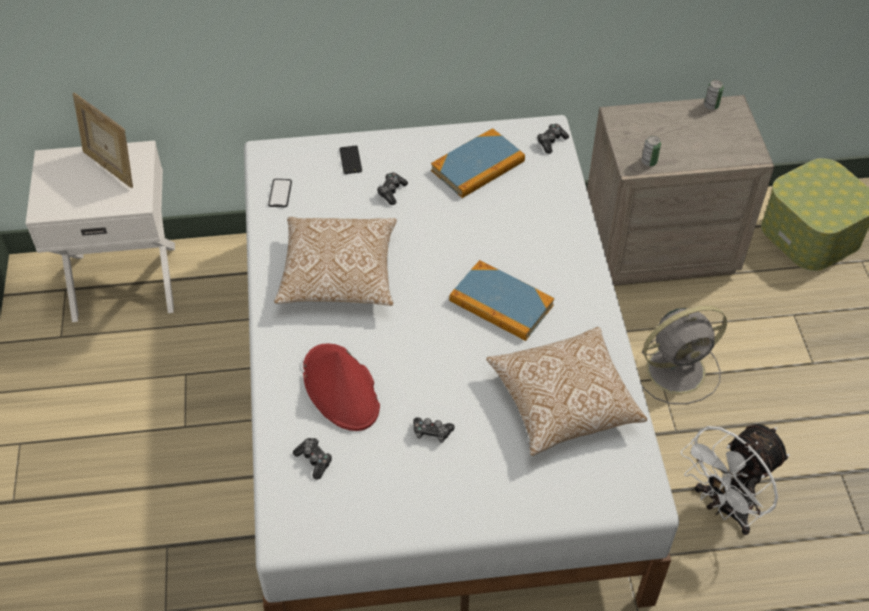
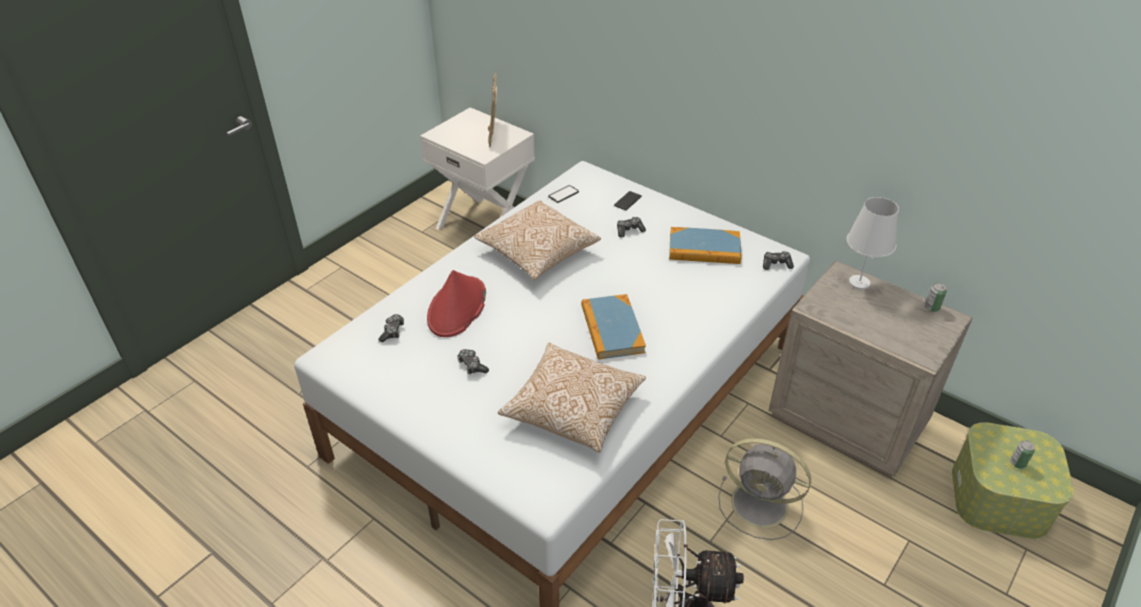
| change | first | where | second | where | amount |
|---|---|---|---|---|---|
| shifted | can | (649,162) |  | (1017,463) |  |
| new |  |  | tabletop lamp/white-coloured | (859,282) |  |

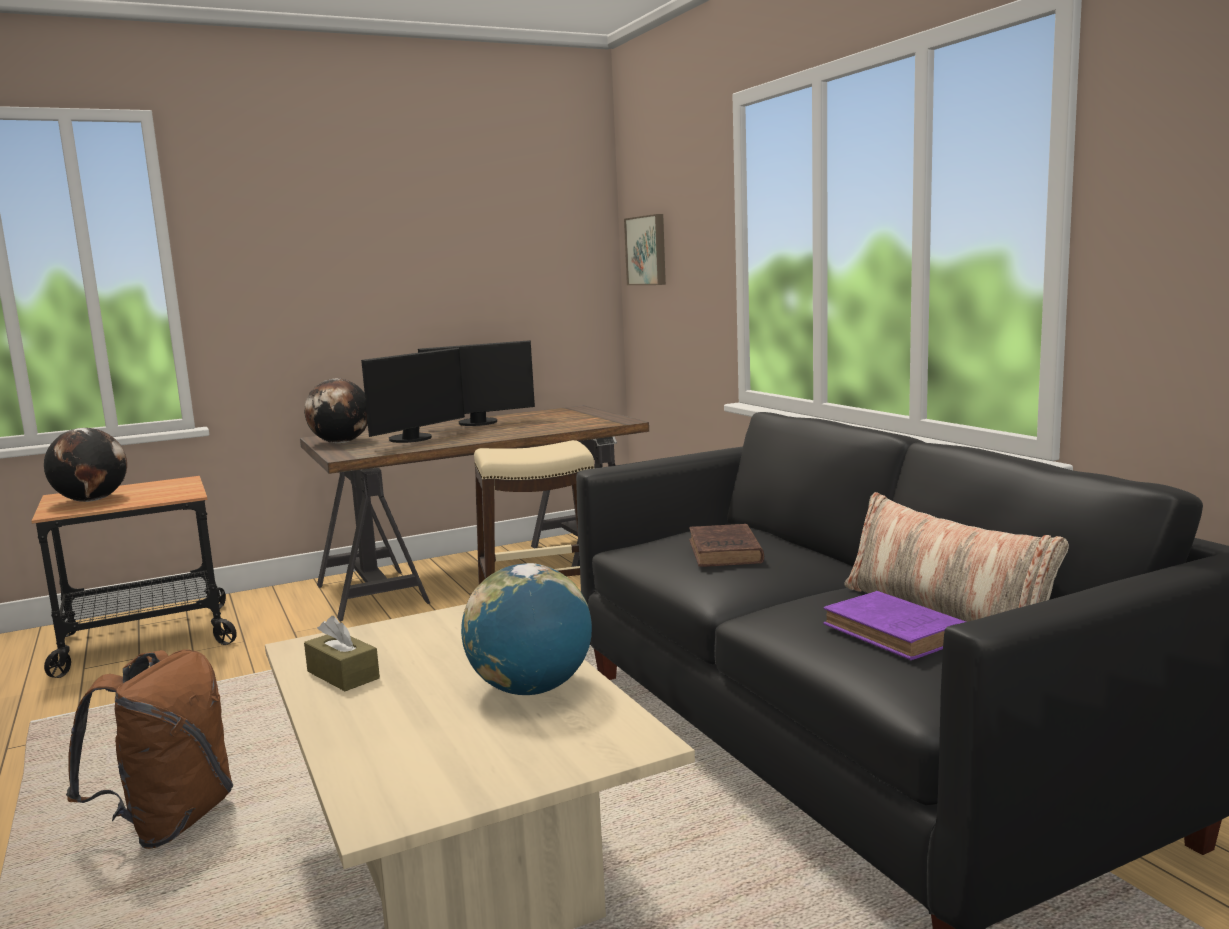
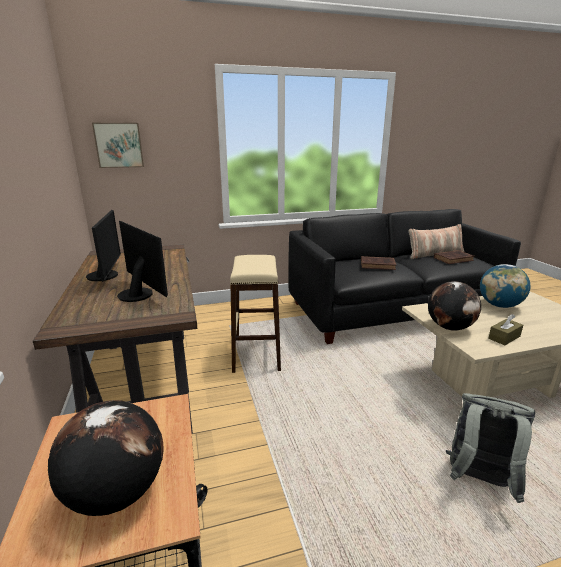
| change | first | where | second | where | amount |
|---|---|---|---|---|---|
| shifted | desk globe | (341,442) |  | (449,327) |  |
| repainted | book/purple | (896,633) | book/brown | (454,259) |  |
| repainted | rucksack/brown | (170,822) | rucksack/greyish | (478,481) |  |

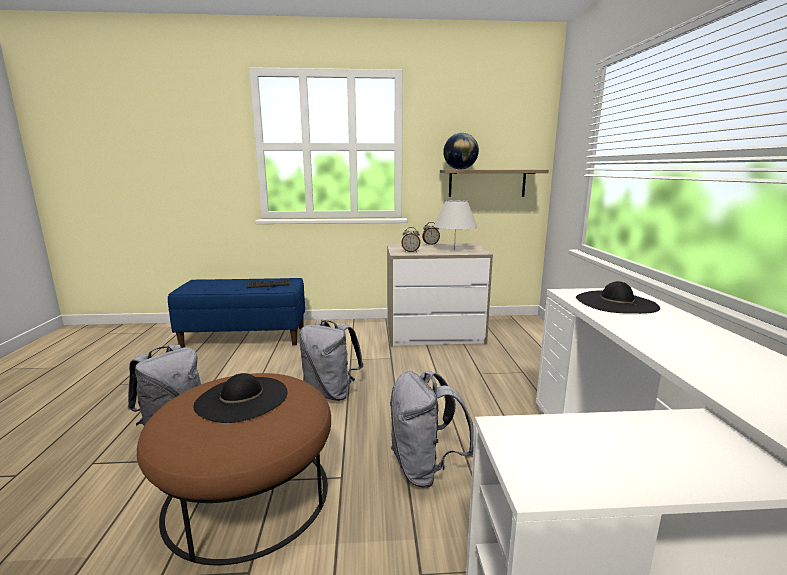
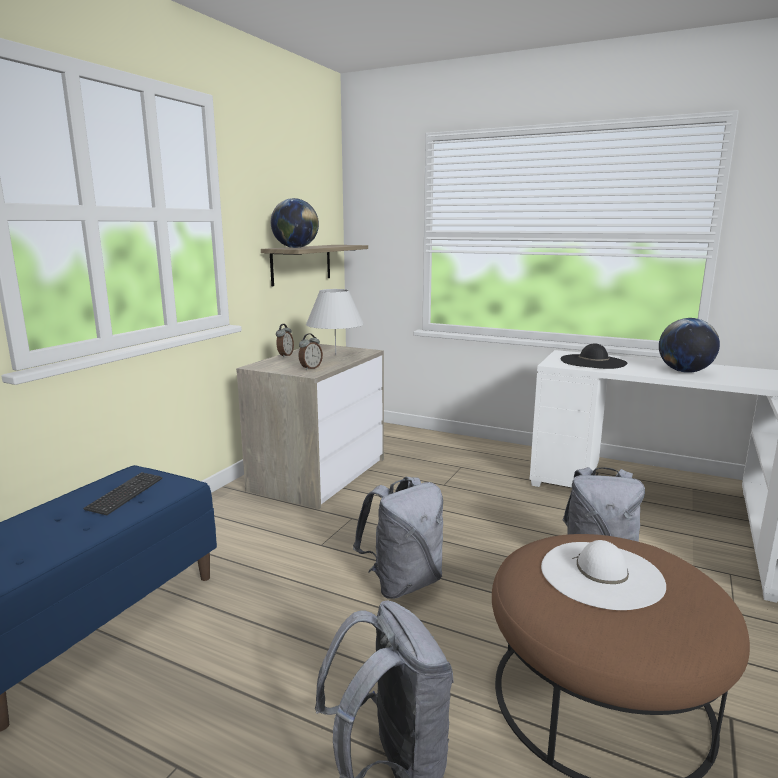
| change | first | where | second | where | amount |
|---|---|---|---|---|---|
| repainted | wearable hat/black | (242,398) | wearable hat/white-coloured | (601,574) |  |
| new |  |  | desk globe | (684,371) |  |

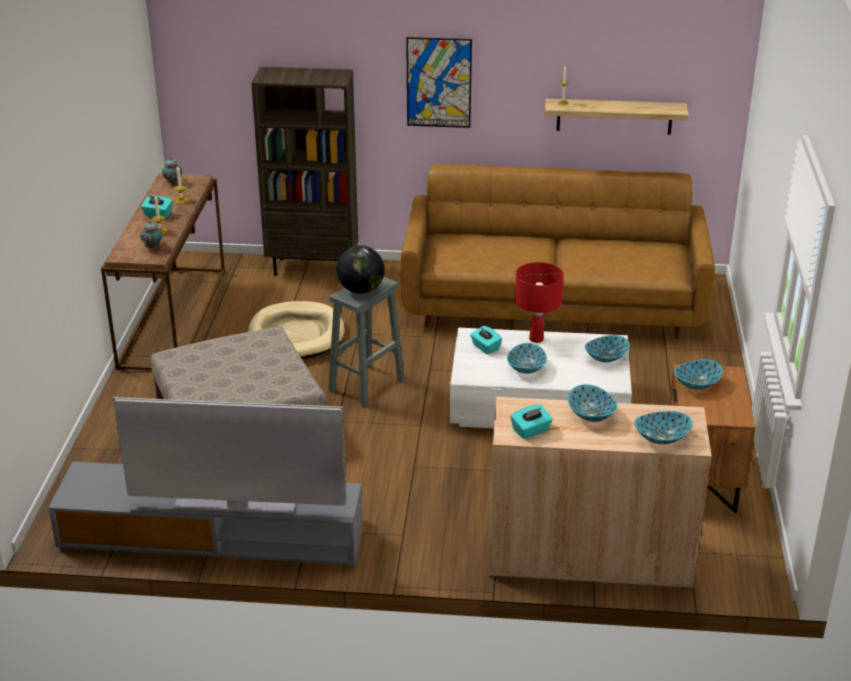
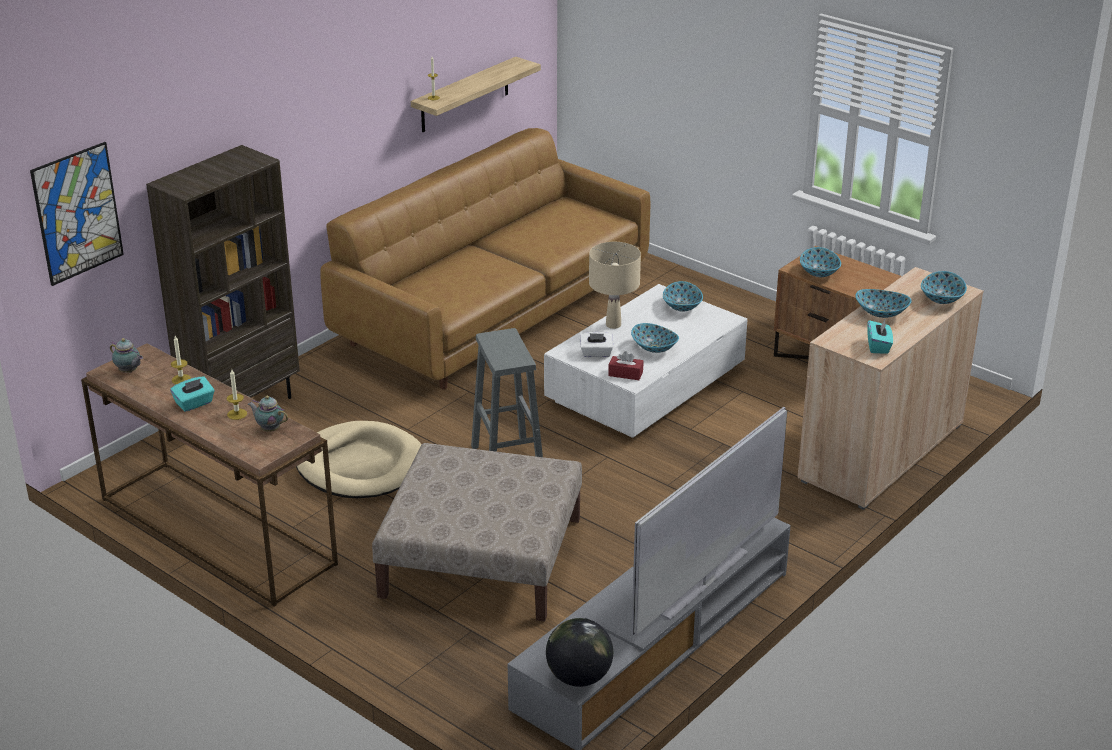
| change | first | where | second | where | amount |
|---|---|---|---|---|---|
| shifted | picture | (439,82) |  | (77,213) |  |
| shifted | desk globe | (361,290) |  | (579,677) |  |
| repainted | tabletop lamp/red-coloured | (536,339) | tabletop lamp/beige | (613,325) |  |
| repainted | tissue holder/blue-green | (485,347) | tissue holder/white-coloured | (596,353) |  |
| new |  |  | tissue holder/red-coloured | (625,374) |  |

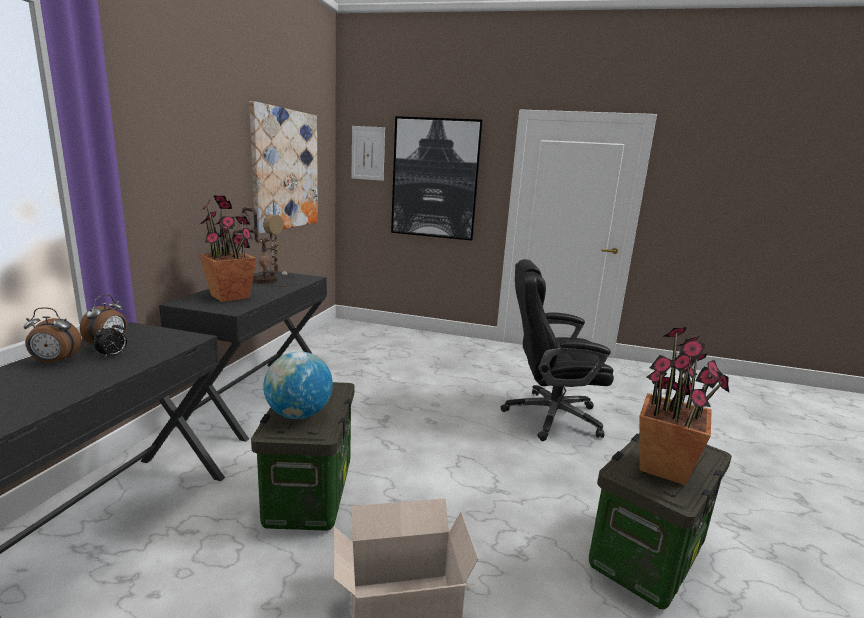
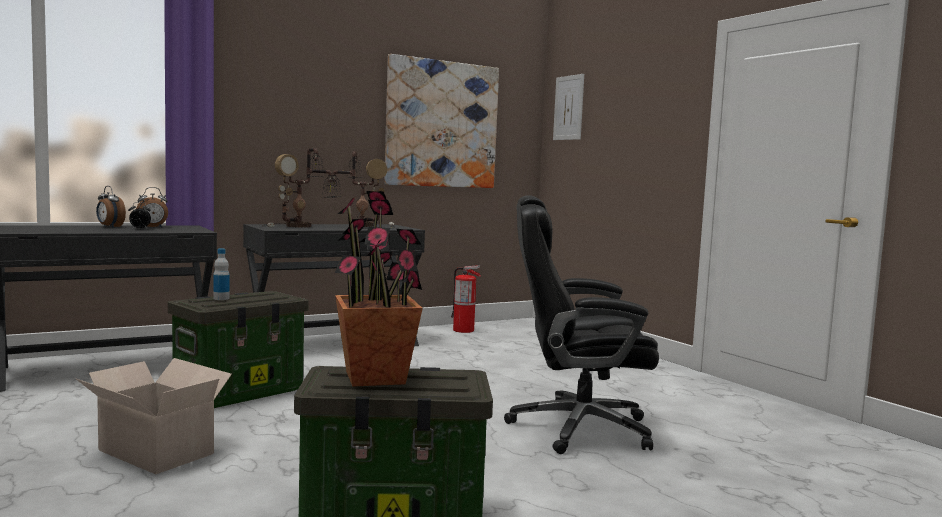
| change | first | where | second | where | amount |
|---|---|---|---|---|---|
| gone | picture | (435,179) |  |  |  |
| swapped | houseplant | (230,296) | tabletop lamp | (300,226) |  |
| rotated | computer chair/black | (549,416) |  | (576,428) | 45 degrees counterclockwise |
| swapped | desk globe | (299,414) | beverage bottle | (221,298) |  |
| new |  |  | fire-fighting cylinder | (463,330) |  |

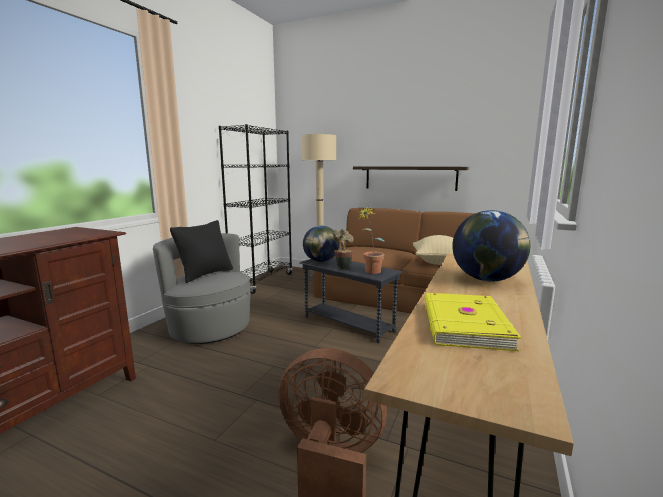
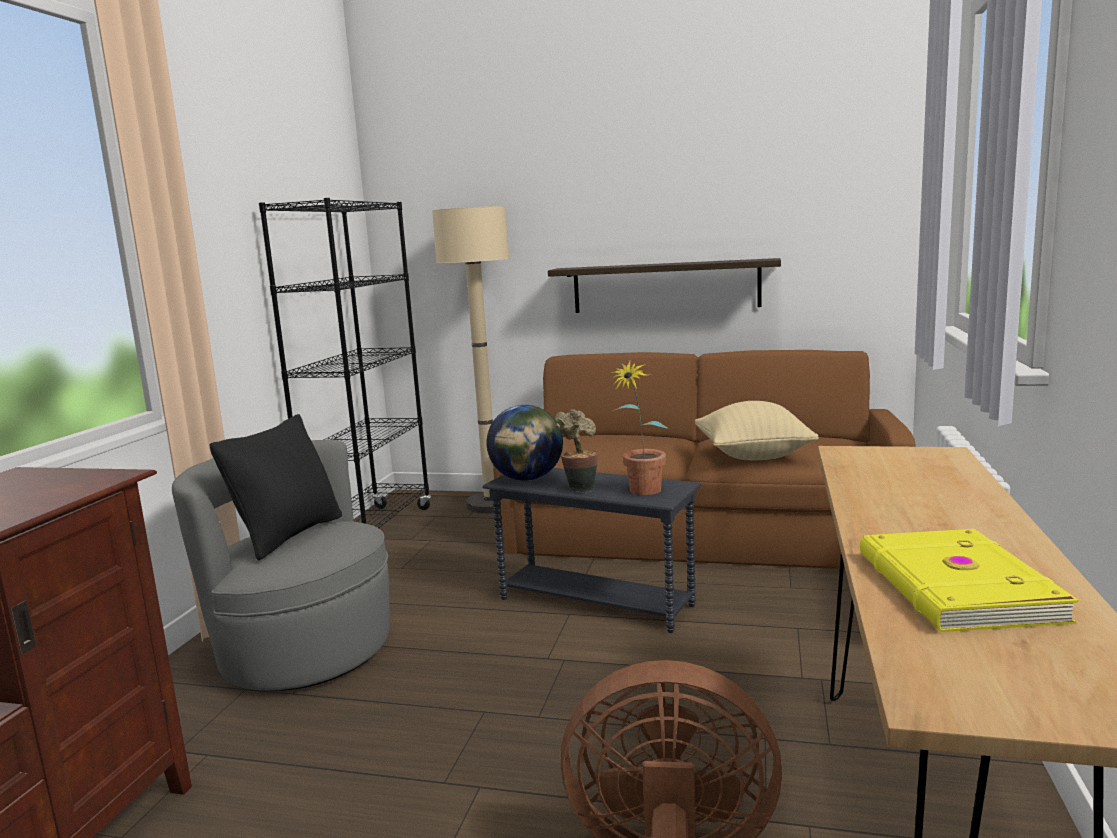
| change | first | where | second | where | amount |
|---|---|---|---|---|---|
| gone | desk globe | (487,279) |  |  |  |

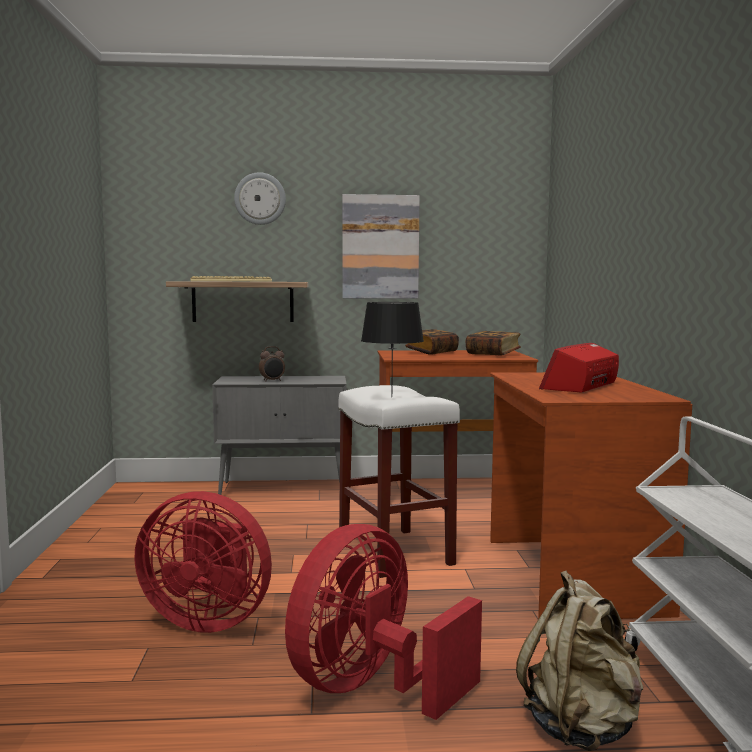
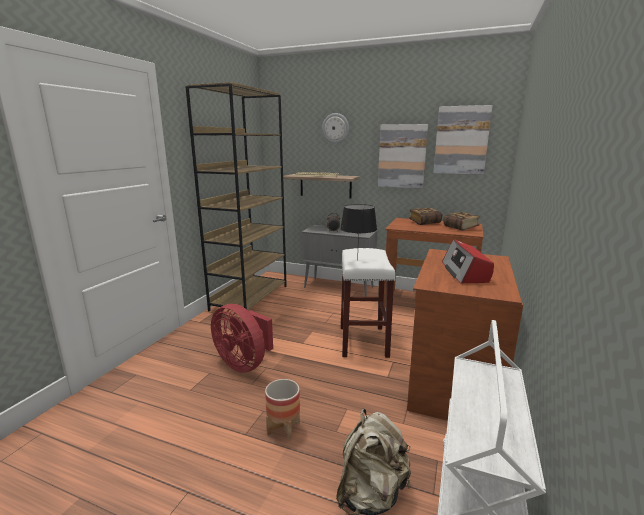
| change | first | where | second | where | amount |
|---|---|---|---|---|---|
| rotated | radio | (580,386) |  | (465,272) | 60 degrees counterclockwise |
| swapped | cooling fan/red-coloured | (372,688) | plant pot | (283,428) |  |
| new |  |  | bookcase/brown | (250,297) |  |
| new |  |  | picture | (461,140) |  |

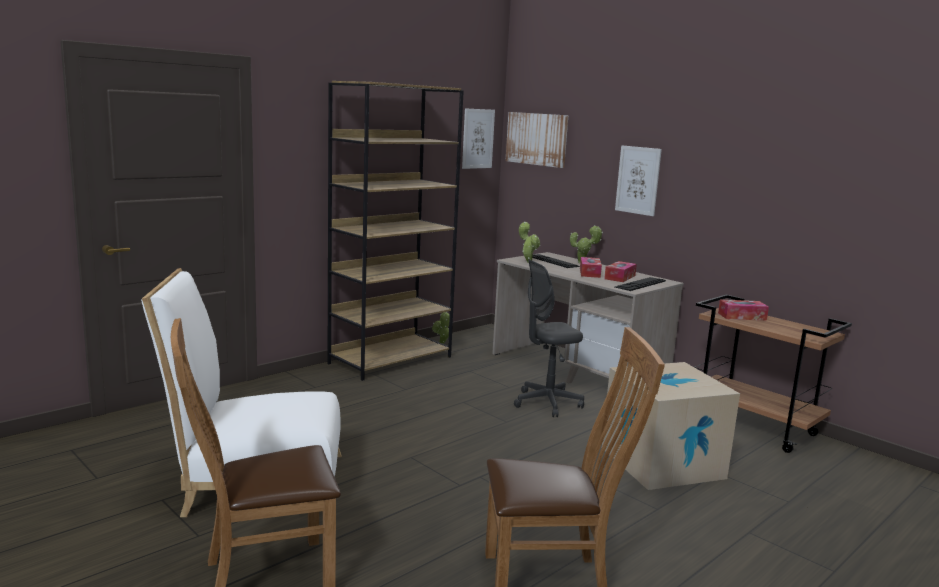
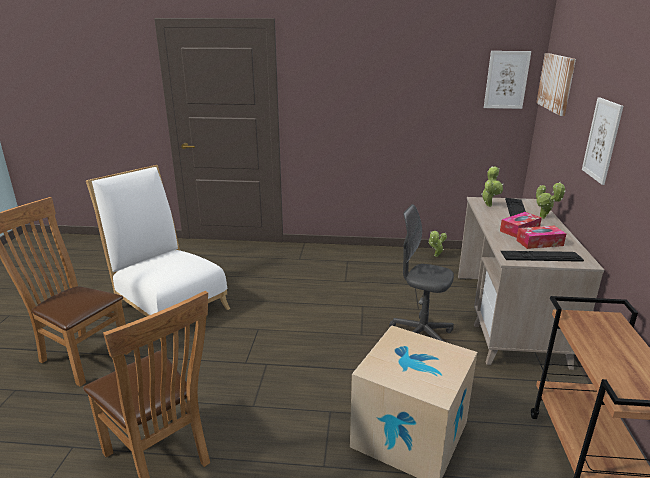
| change | first | where | second | where | amount |
|---|---|---|---|---|---|
| gone | bookcase/brown | (391,360) |  |  |  |
| gone | tissue holder | (742,316) |  |  |  |

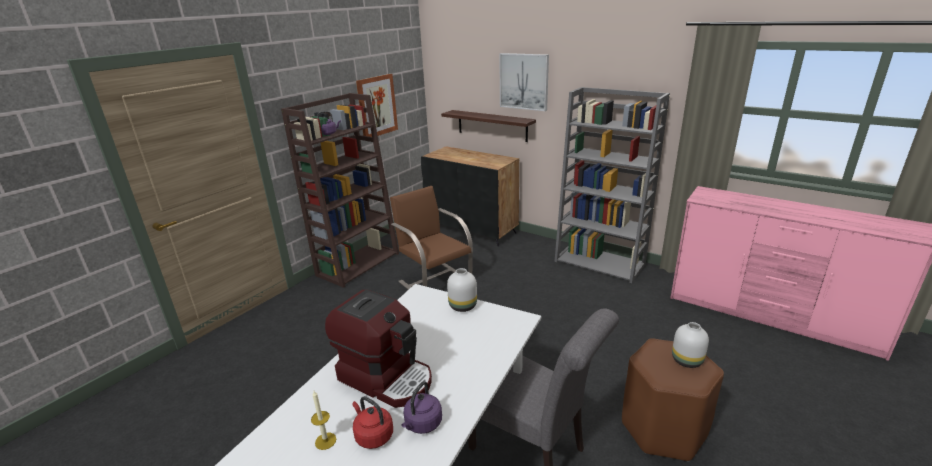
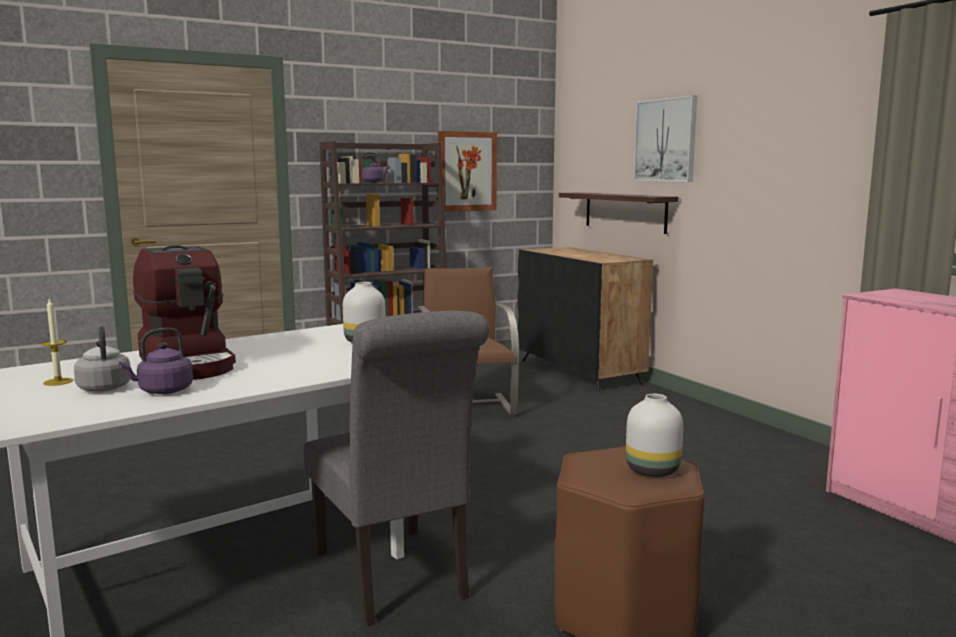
| change | first | where | second | where | amount |
|---|---|---|---|---|---|
| gone | bookcase/greyish | (600,263) |  |  |  |
| repainted | kettle/red-coloured | (373,435) | kettle/greyish | (104,387) |  |

